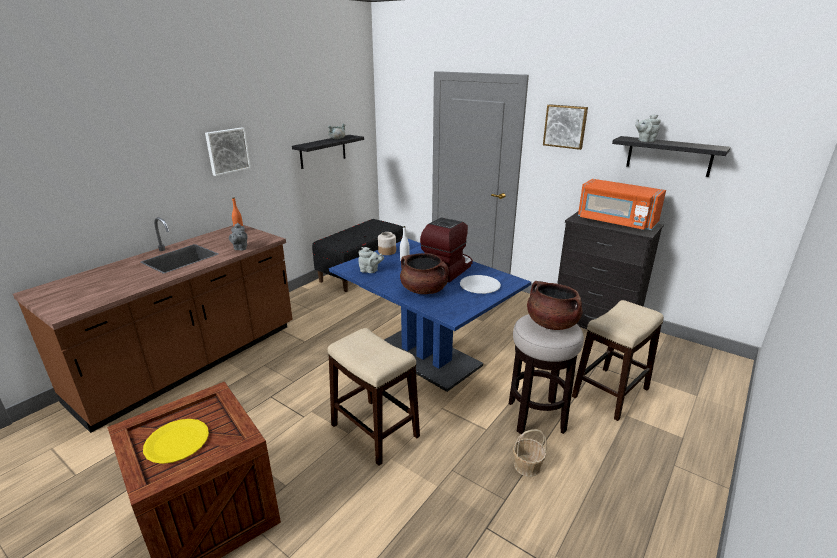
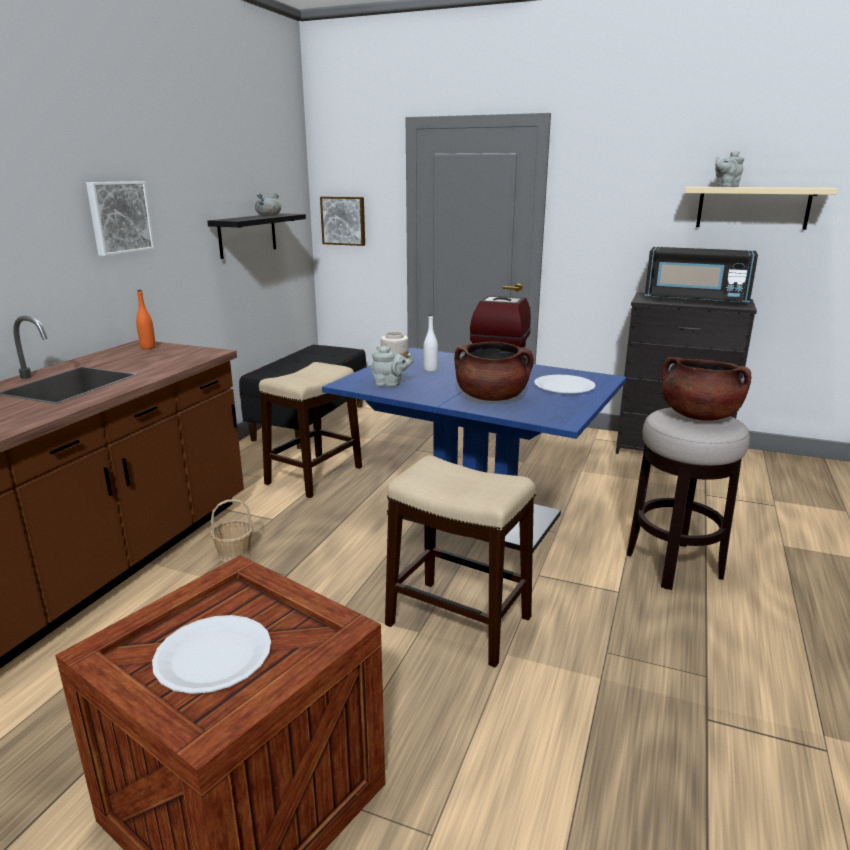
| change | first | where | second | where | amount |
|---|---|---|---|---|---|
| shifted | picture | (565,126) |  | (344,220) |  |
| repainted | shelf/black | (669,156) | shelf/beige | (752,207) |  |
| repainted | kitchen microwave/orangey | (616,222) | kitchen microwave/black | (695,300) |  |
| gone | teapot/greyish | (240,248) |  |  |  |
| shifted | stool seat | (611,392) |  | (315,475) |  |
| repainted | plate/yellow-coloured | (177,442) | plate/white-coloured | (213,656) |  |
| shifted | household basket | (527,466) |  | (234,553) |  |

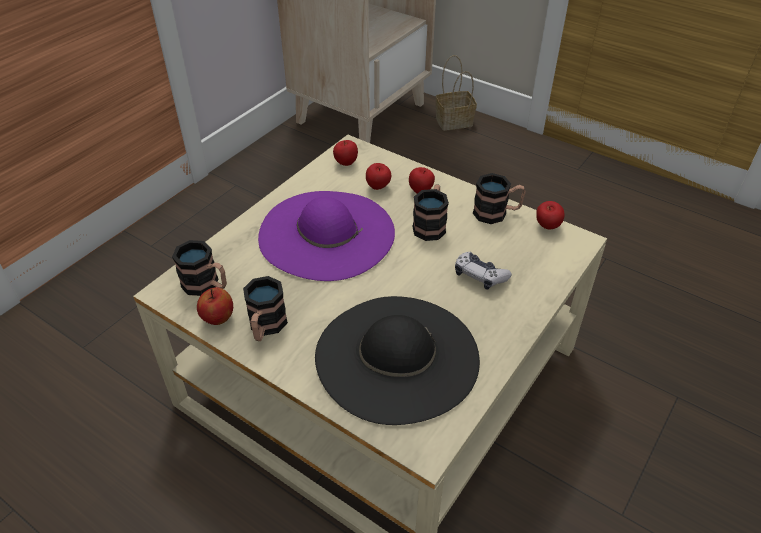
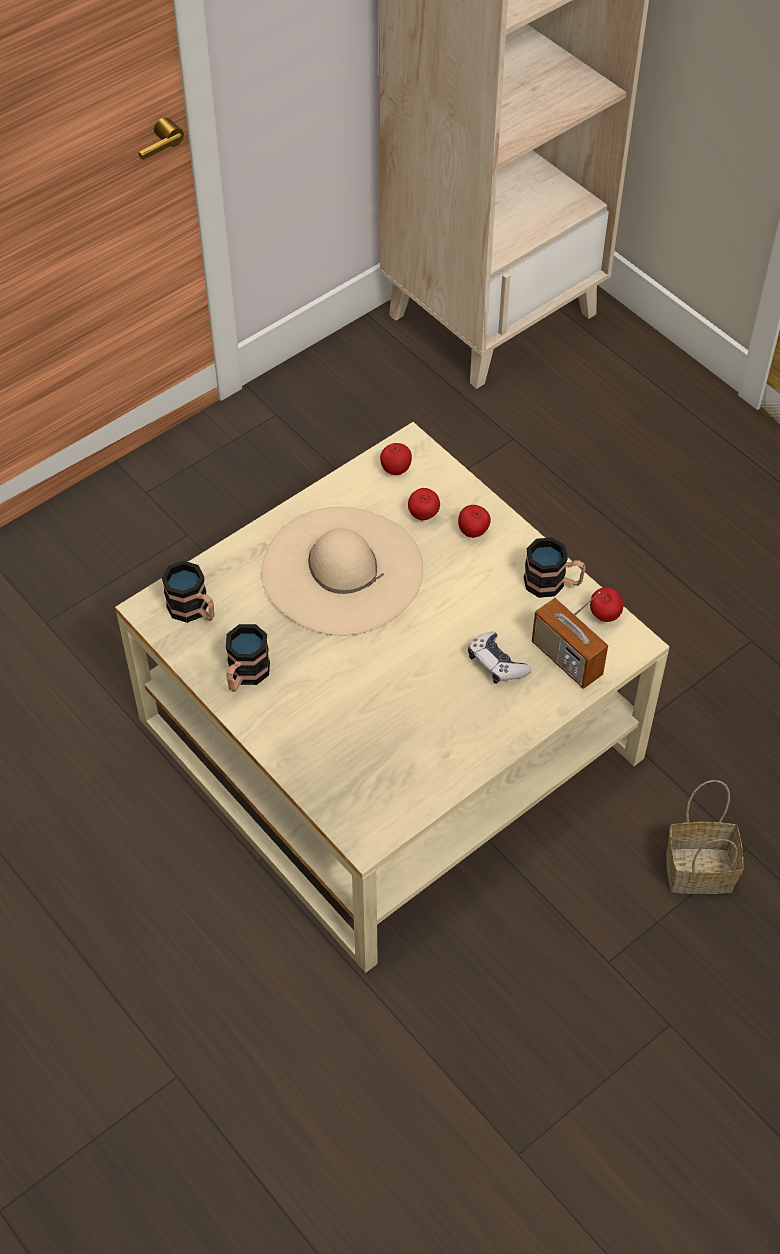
| change | first | where | second | where | amount |
|---|---|---|---|---|---|
| shifted | household basket | (453,122) |  | (697,872) |  |
| gone | mug | (430,225) |  |  |  |
| repainted | wearable hat/purple | (326,234) | wearable hat/beige | (342,570) |  |
| gone | apple fruit | (218,318) |  |  |  |
| gone | wearable hat/black | (397,357) |  |  |  |
| new |  |  | radio | (566,659) |  |

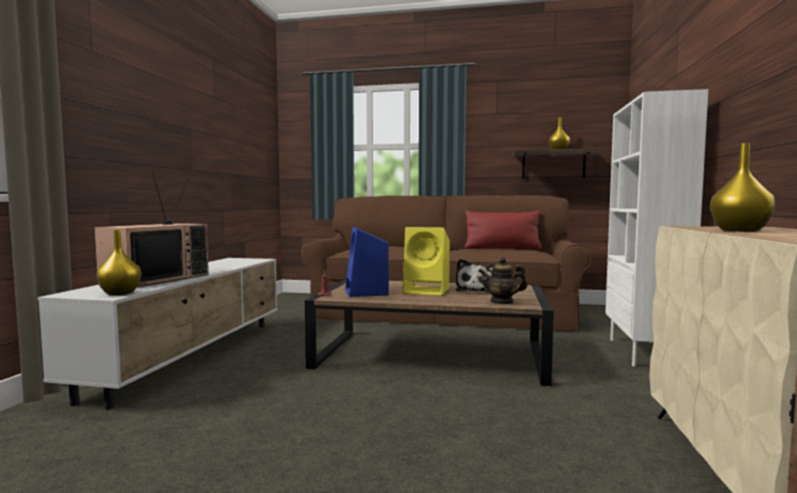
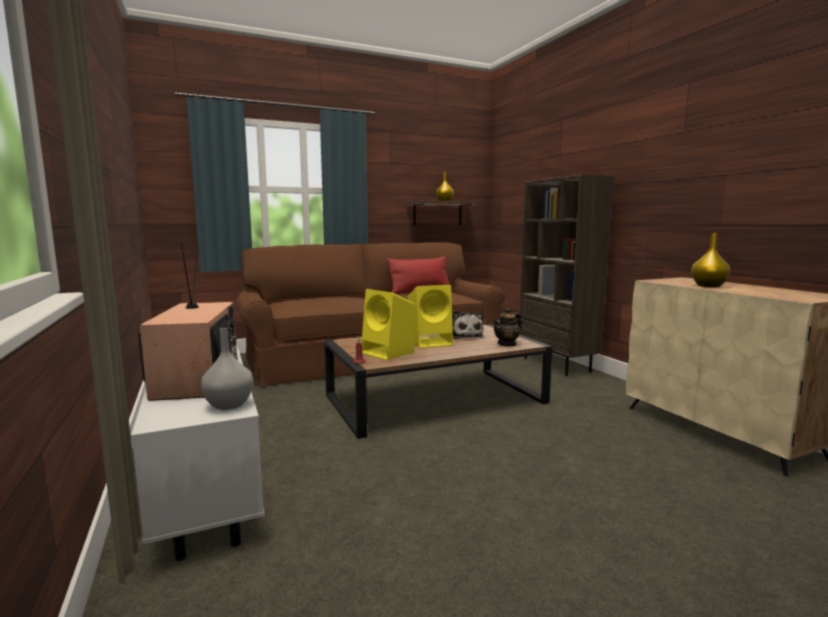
| change | first | where | second | where | amount |
|---|---|---|---|---|---|
| repainted | bookcase/white-coloured | (644,353) | bookcase/brown | (557,365) |  |
| repainted | speaker/blue | (366,292) | speaker/yellow-coloured | (389,353) |  |
| repainted | flower vase/yellow-coloured | (119,293) | flower vase/greyish | (229,405) |  |

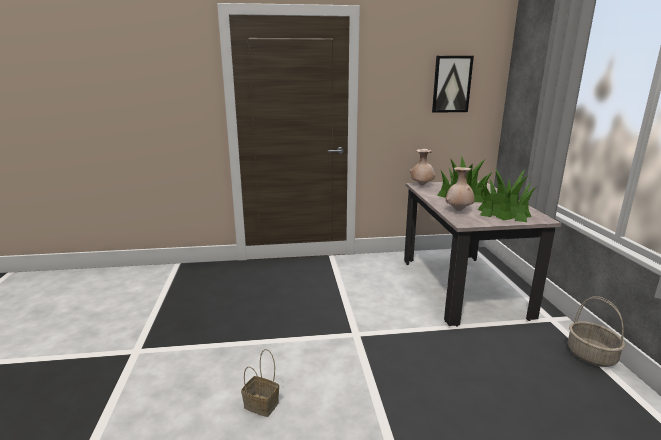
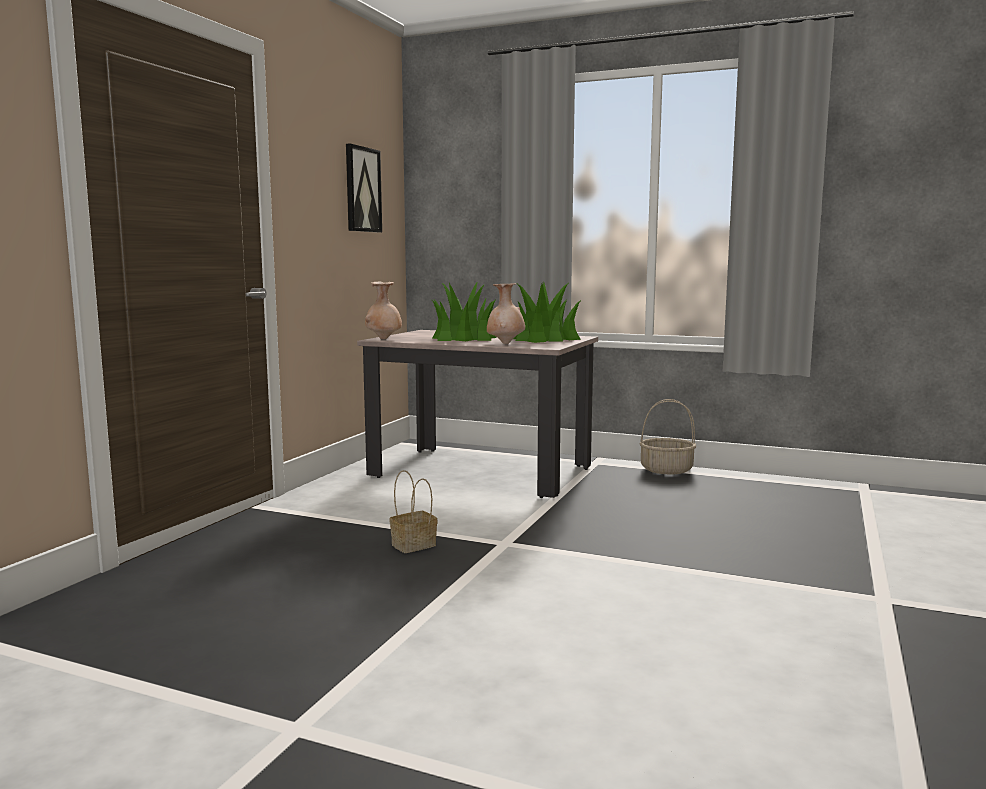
| change | first | where | second | where | amount |
|---|---|---|---|---|---|
| shifted | household basket | (262,405) |  | (414,544) |  |

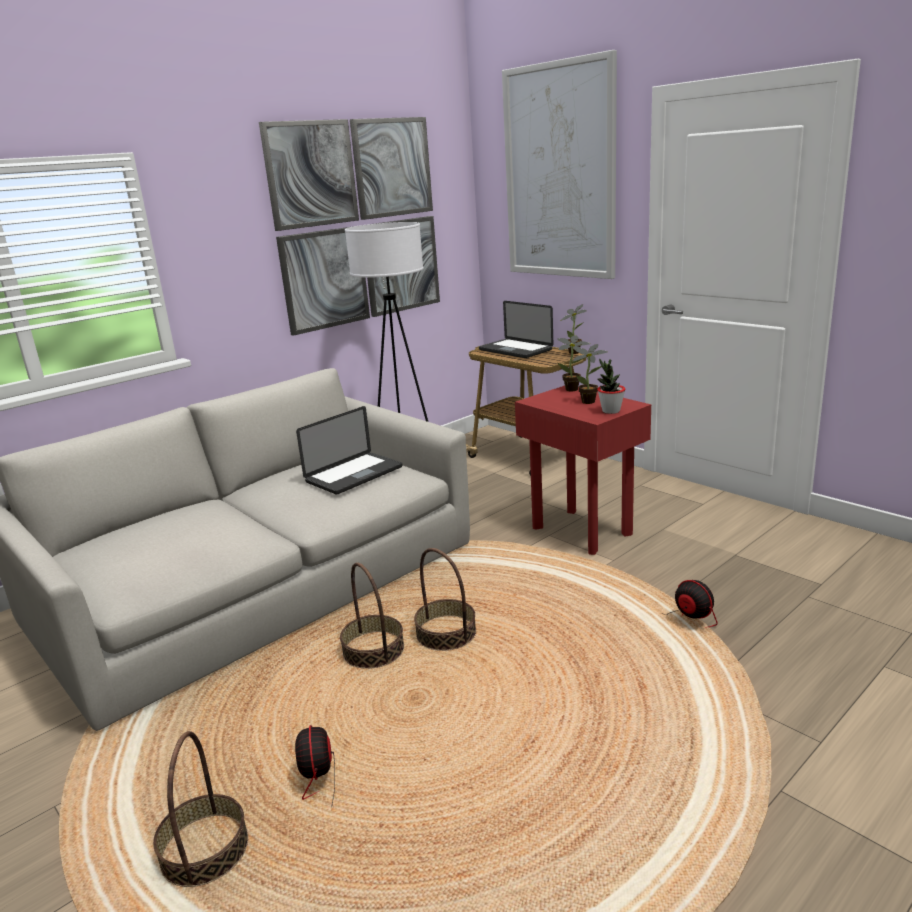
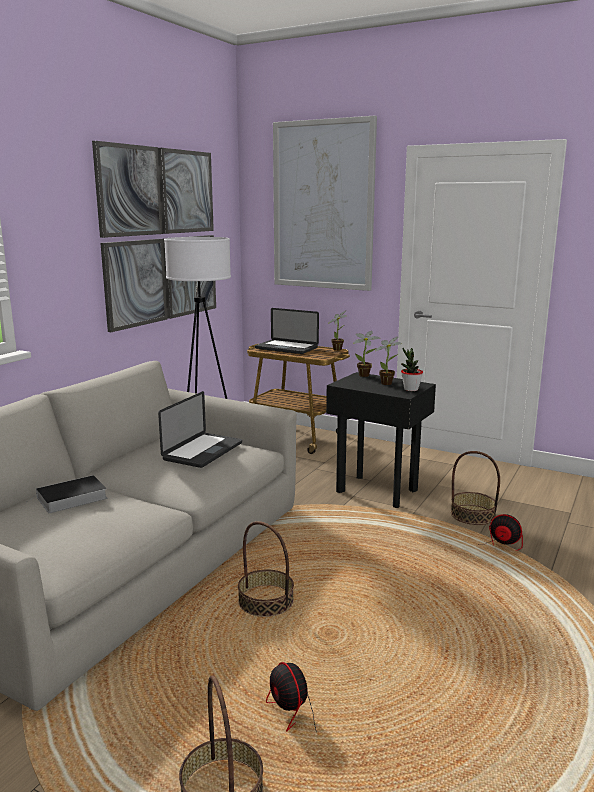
| change | first | where | second | where | amount |
|---|---|---|---|---|---|
| repainted | end table/red-coloured | (582,530) | end table/black | (377,490) |  |
| shifted | household basket | (446,633) |  | (472,515) |  |
| new |  |  | book | (70,499) |  |

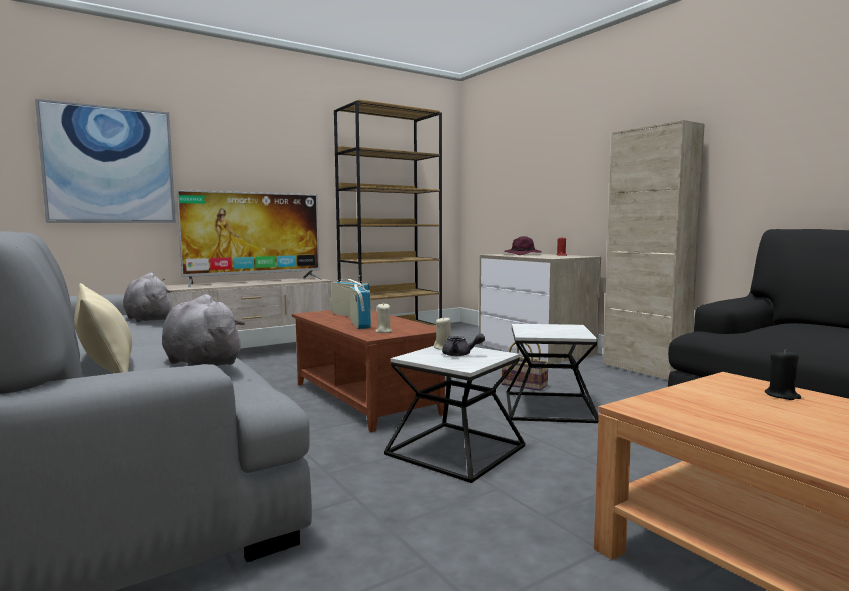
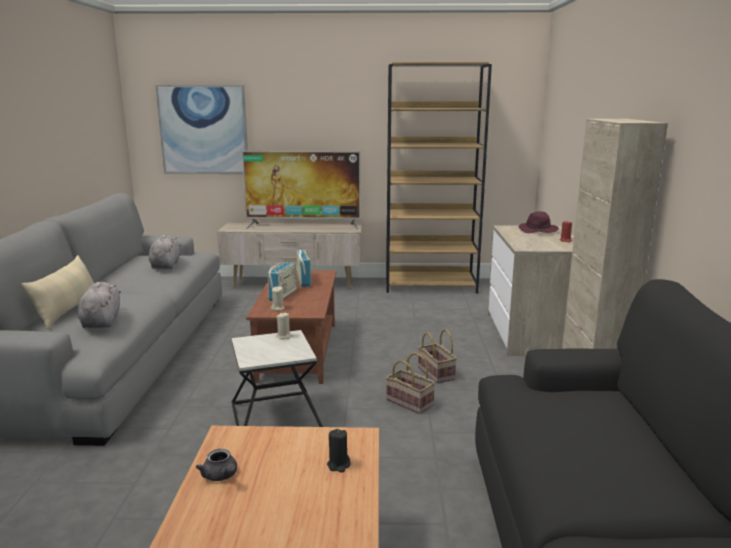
| change | first | where | second | where | amount |
|---|---|---|---|---|---|
| swapped | end table | (550,407) | household basket | (411,402) |  |
| shifted | teapot/greyish | (460,355) |  | (221,476) |  |

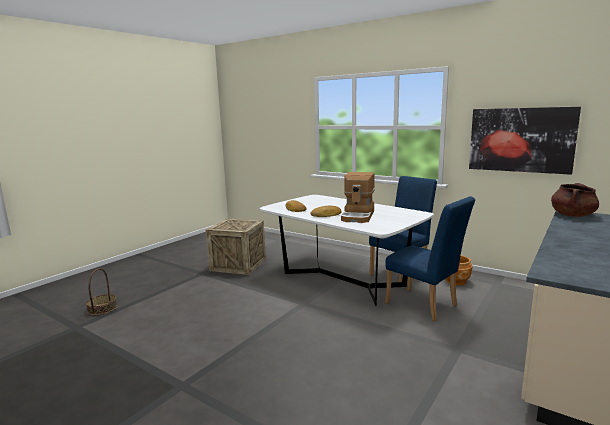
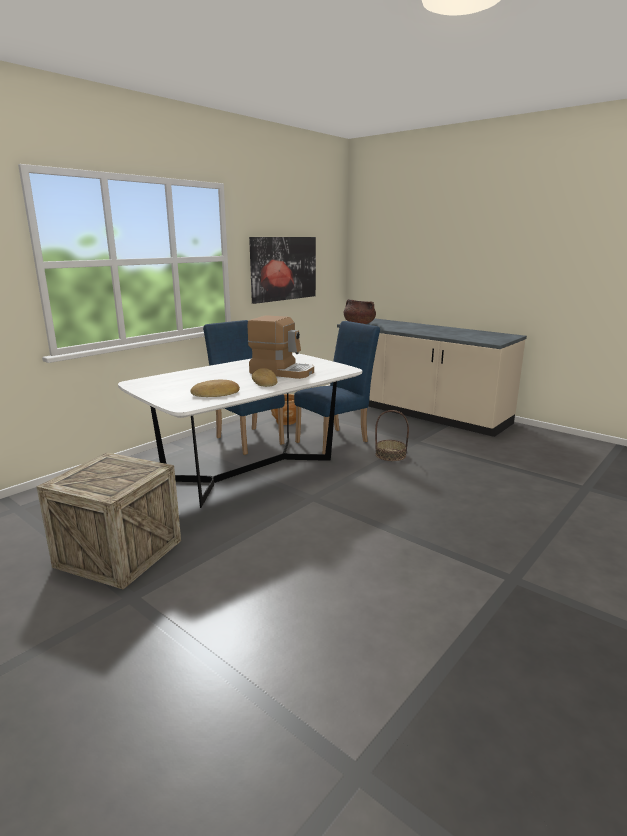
| change | first | where | second | where | amount |
|---|---|---|---|---|---|
| shifted | household basket | (102,308) |  | (390,455) |  |

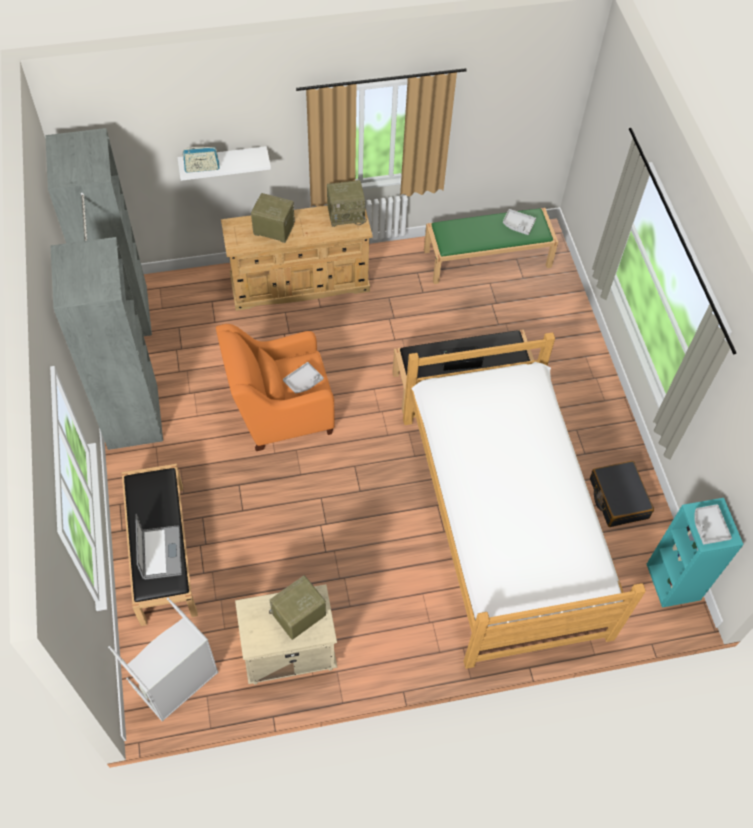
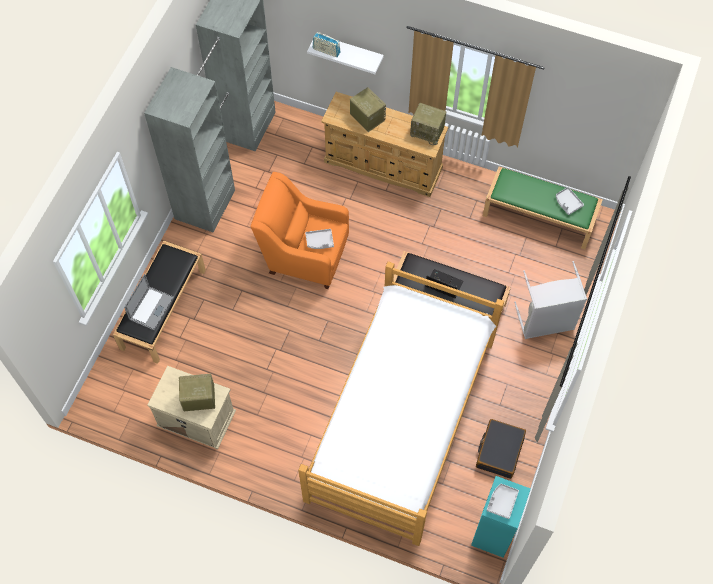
| change | first | where | second | where | amount |
|---|---|---|---|---|---|
| shifted | washing basket/greyish | (178,683) |  | (545,322) |  |

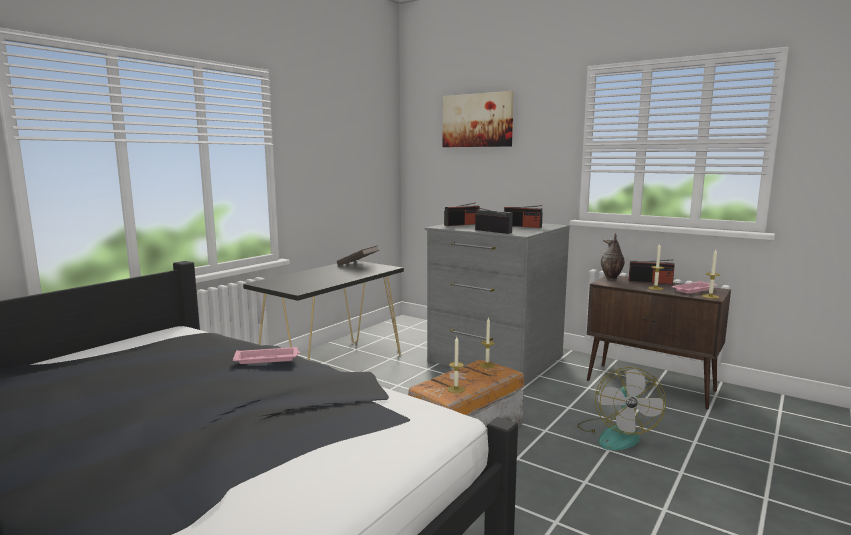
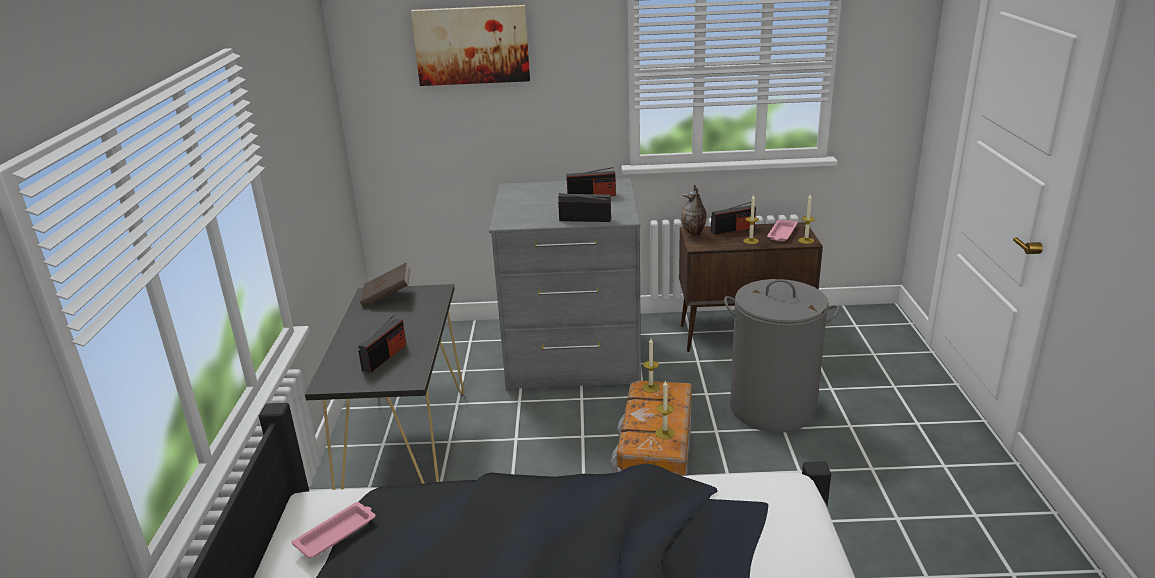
| change | first | where | second | where | amount |
|---|---|---|---|---|---|
| shifted | radio | (462,224) |  | (385,357) |  |
| shifted | serving tray/pink-coloured | (268,359) |  | (337,533) |  |
| swapped | cooling fan | (616,434) | washing basket/greyish | (773,408) |  |

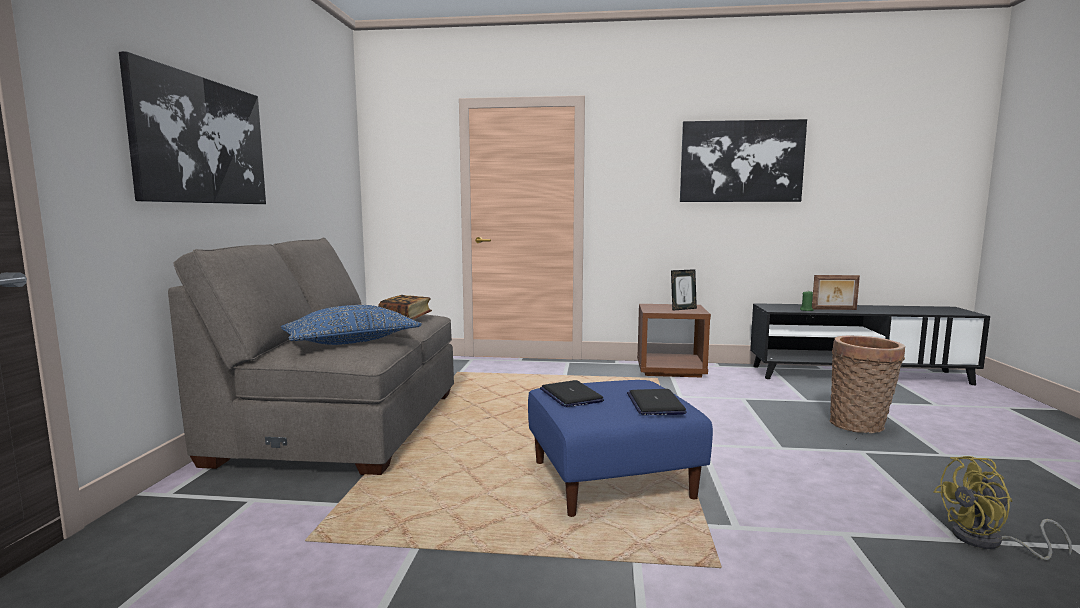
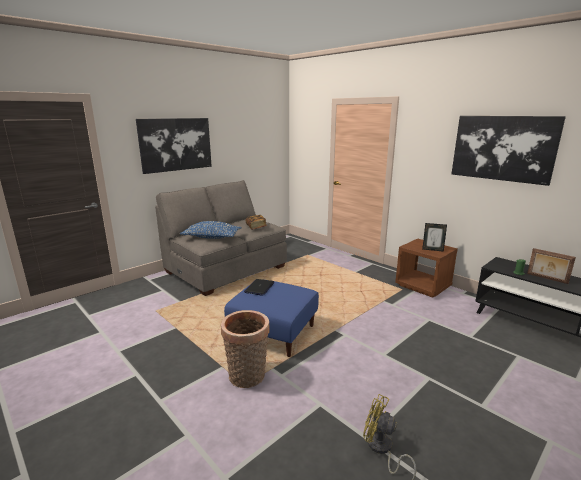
| change | first | where | second | where | amount |
|---|---|---|---|---|---|
| shifted | household basket | (860,425) |  | (247,377) |  |
| gone | portable computer | (655,404) |  |  |  |

